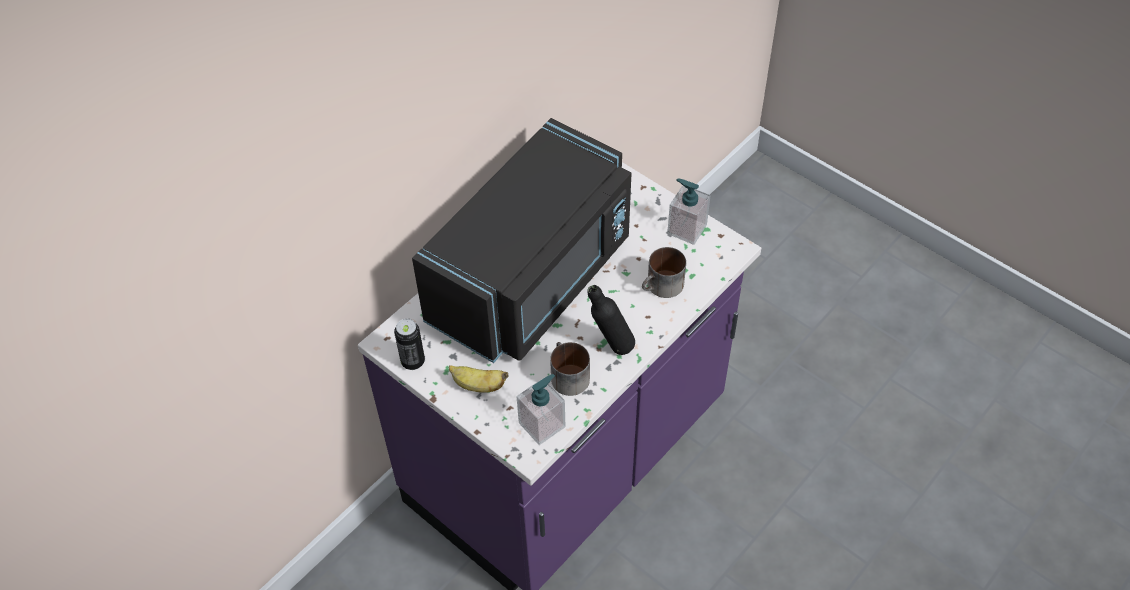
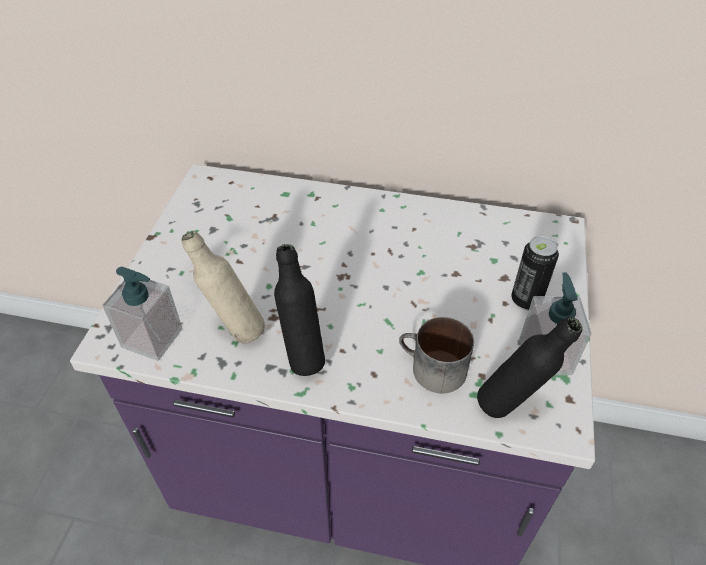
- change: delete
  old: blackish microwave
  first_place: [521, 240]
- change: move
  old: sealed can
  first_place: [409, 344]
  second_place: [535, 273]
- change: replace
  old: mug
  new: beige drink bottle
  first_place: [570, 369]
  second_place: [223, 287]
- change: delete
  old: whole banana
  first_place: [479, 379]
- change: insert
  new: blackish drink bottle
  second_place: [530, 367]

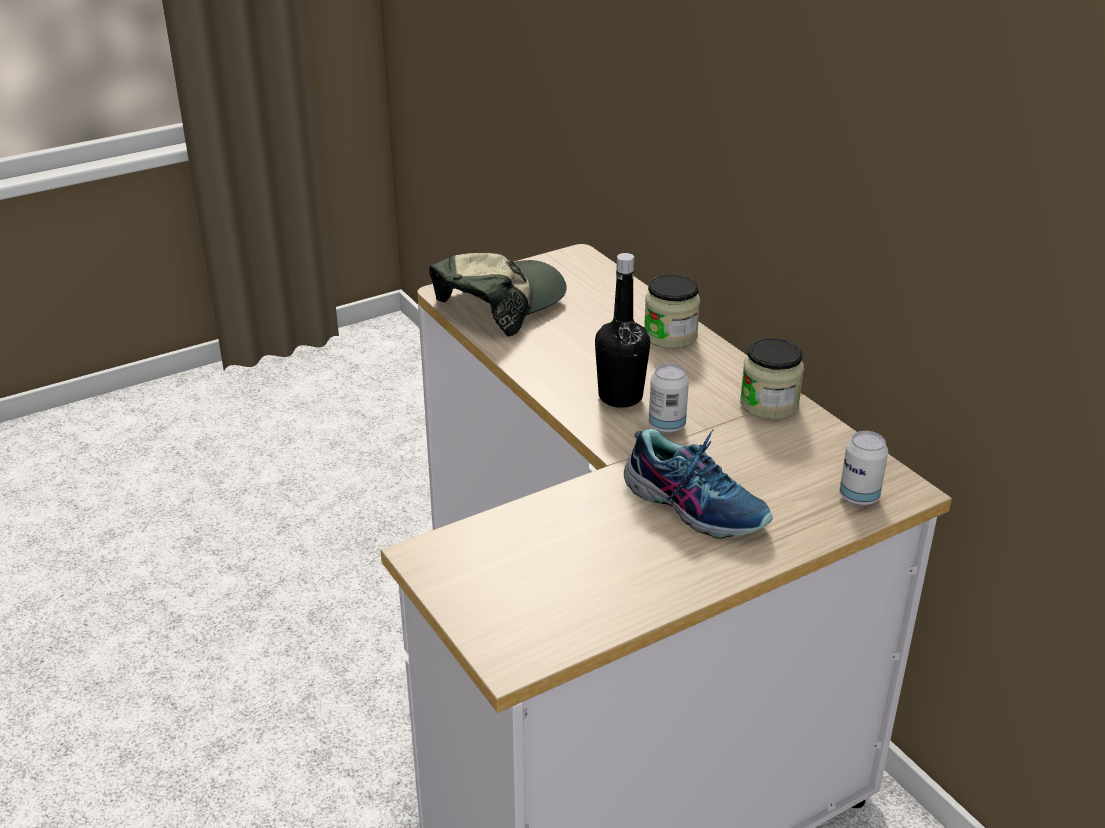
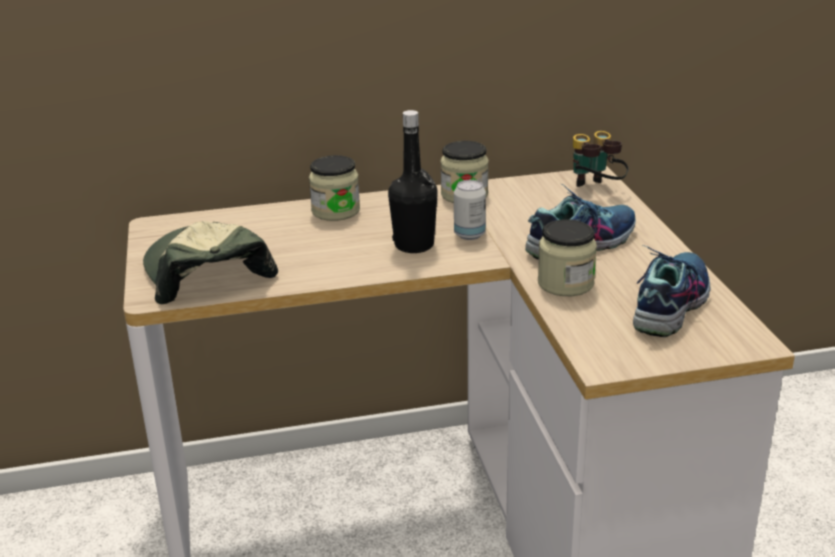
- change: replace
  old: sealed can
  new: field glasses
  first_place: [864, 468]
  second_place: [601, 159]
- change: insert
  new: preserve jar
  second_place: [567, 257]
- change: insert
  new: item of footwear
  second_place: [671, 291]

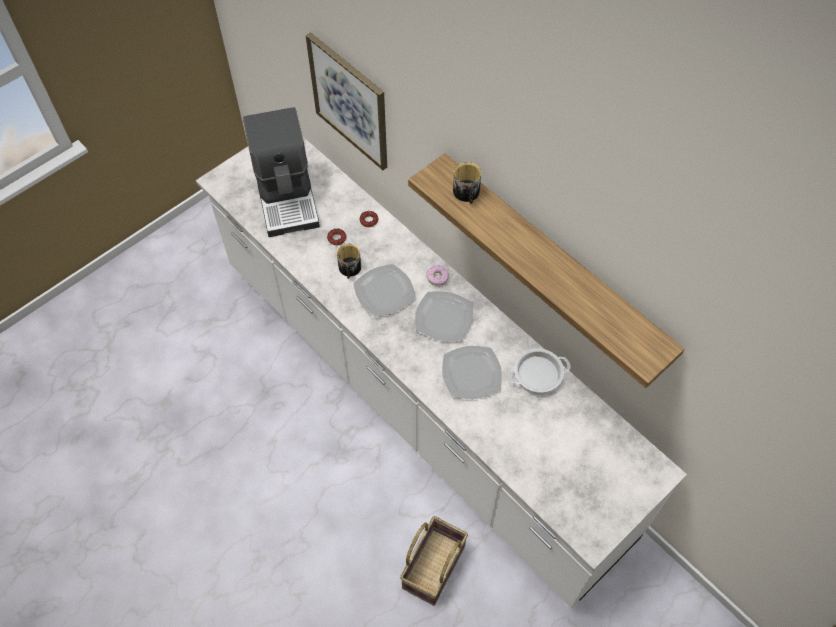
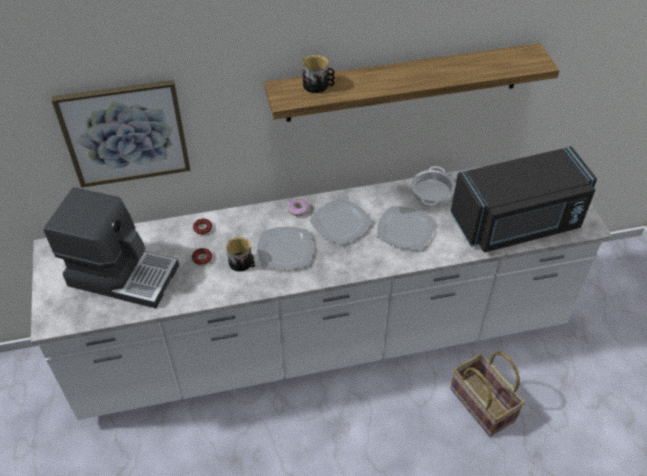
- change: insert
  new: blackish microwave
  second_place: [524, 199]

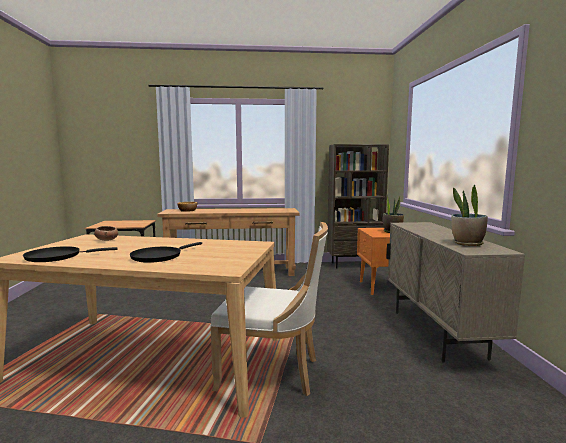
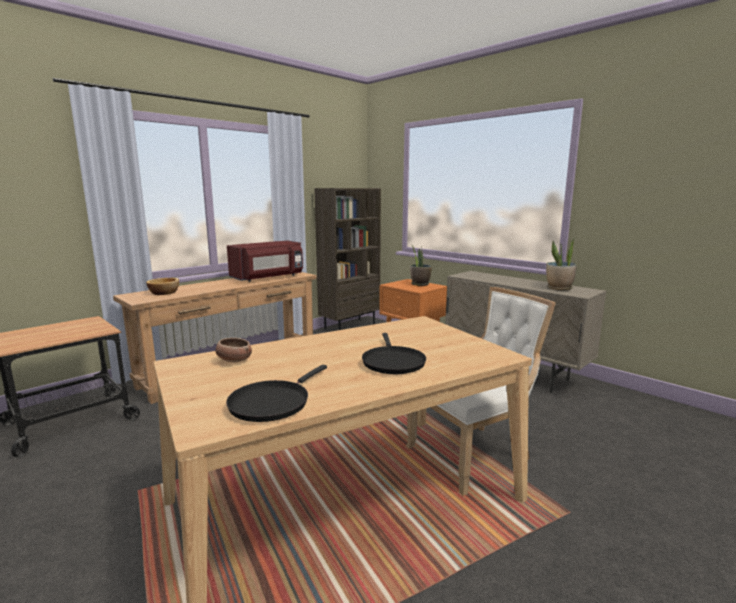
- change: insert
  new: red-coloured microwave
  second_place: [265, 261]

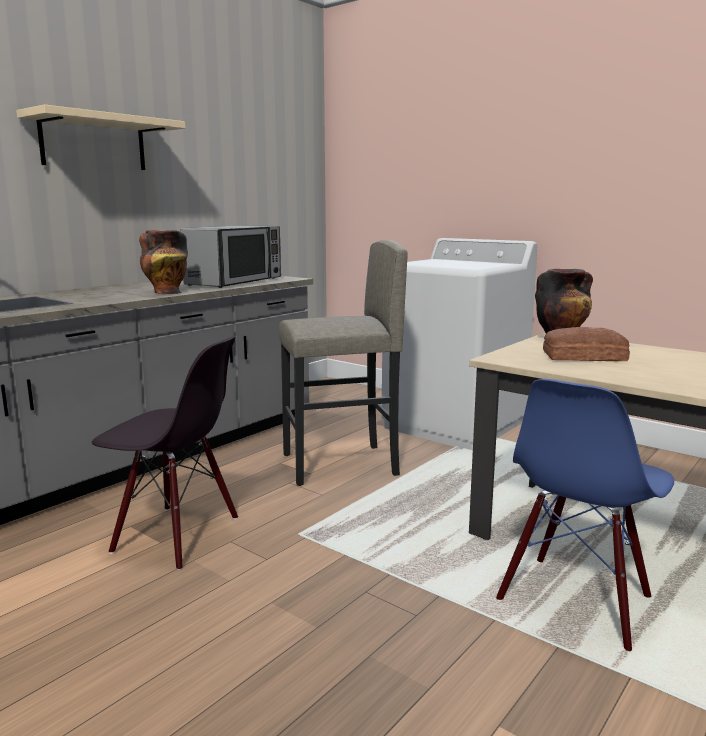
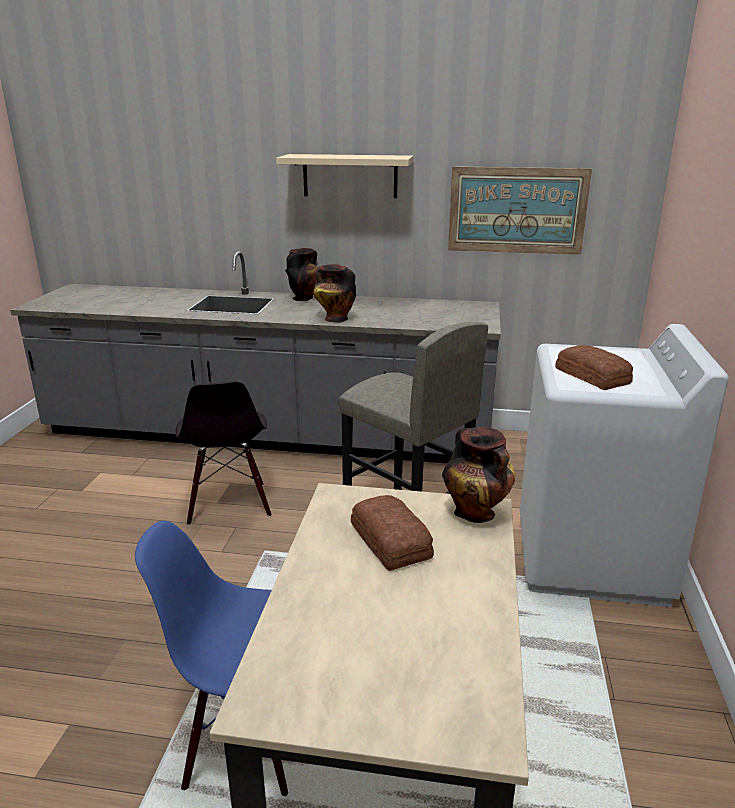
- change: delete
  old: microwave
  first_place: [230, 256]
- change: insert
  new: wall picture
  second_place: [520, 210]
- change: insert
  new: decorative vase
  second_place: [302, 274]
- change: insert
  new: bakery bread
  second_place: [594, 367]

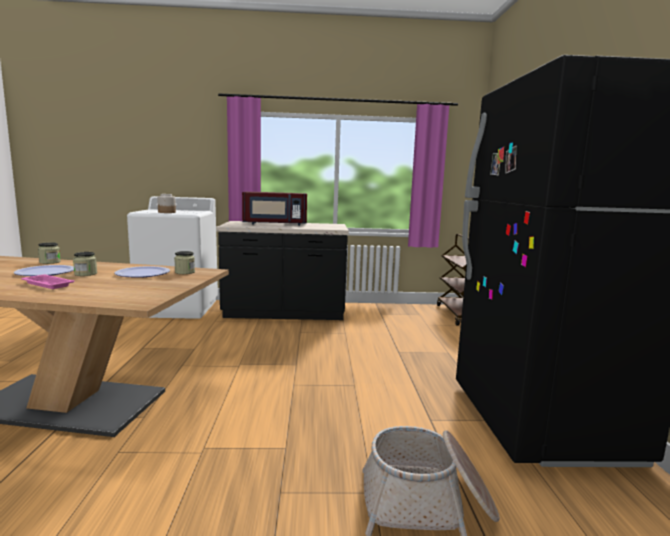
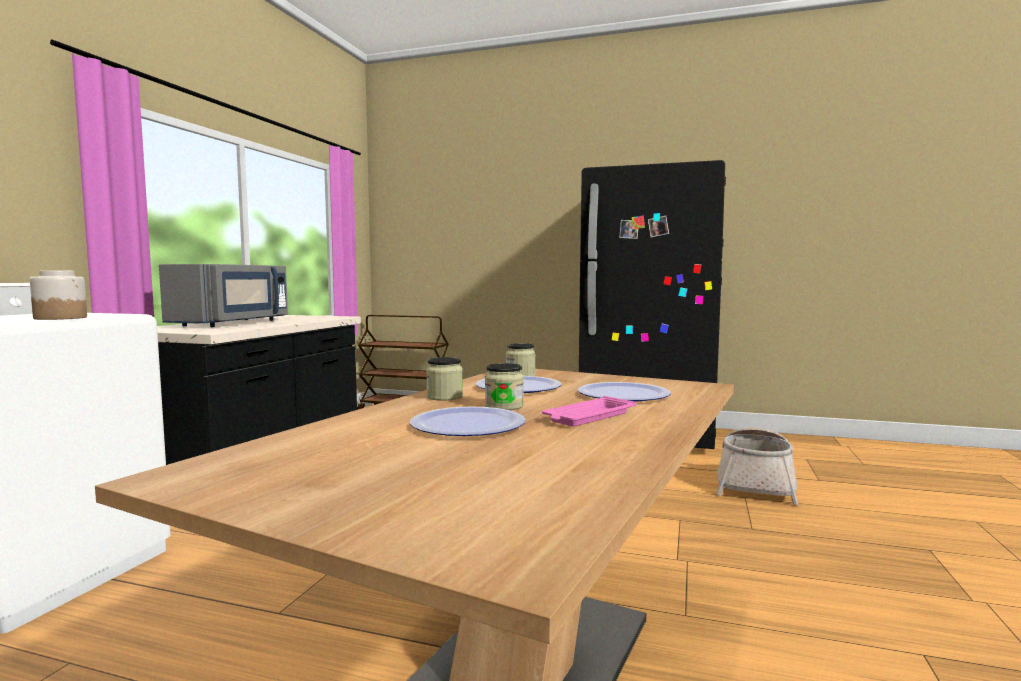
- change: recolor
  old: red-coloured microwave
  new: grey microwave
  first_place: [274, 209]
  second_place: [223, 295]
- change: move
  old: preserve jar
  first_place: [49, 253]
  second_place: [444, 379]
- change: insert
  new: plate
  second_place: [624, 392]

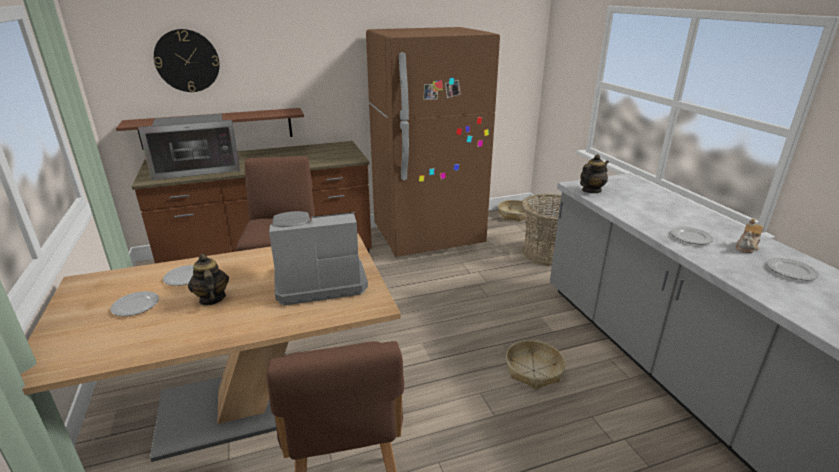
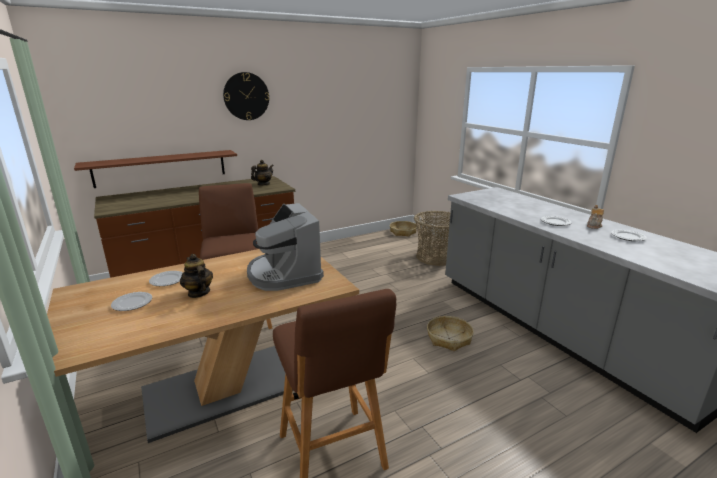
- change: delete
  old: brownish fridge
  first_place: [433, 142]
- change: move
  old: wall clock
  first_place: [187, 60]
  second_place: [246, 96]
- change: delete
  old: microwave
  first_place: [189, 147]
- change: move
  old: teapot
  first_place: [594, 173]
  second_place: [262, 172]
- change: rotate
  old: coffee maker
  first_place: [318, 258]
  second_place: [285, 247]
  degrees: -90

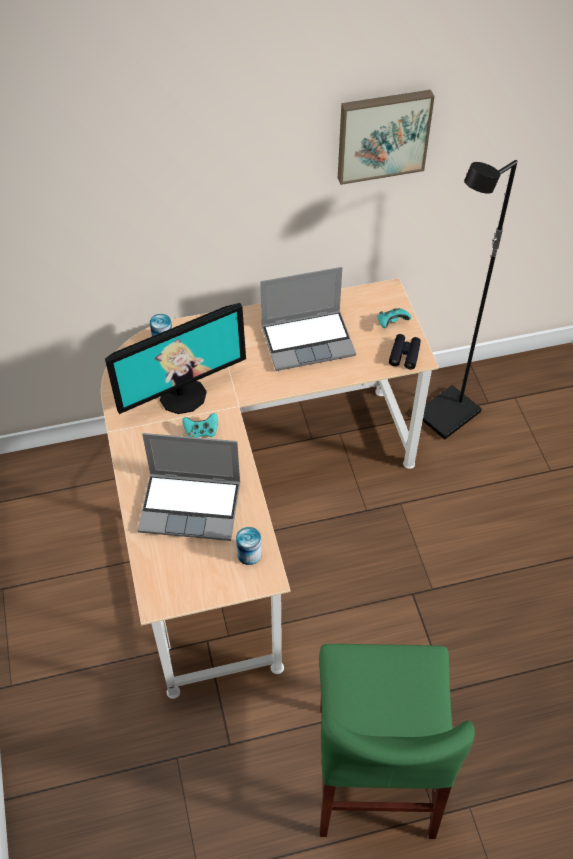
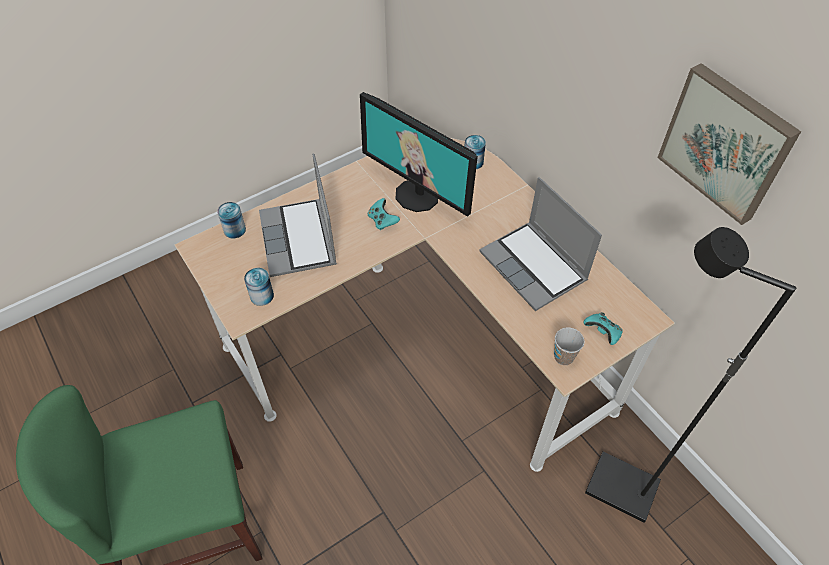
- change: replace
  old: blackish field glasses
  new: small cup
  first_place: [405, 351]
  second_place: [569, 346]
- change: insert
  new: sealed can
  second_place: [231, 220]

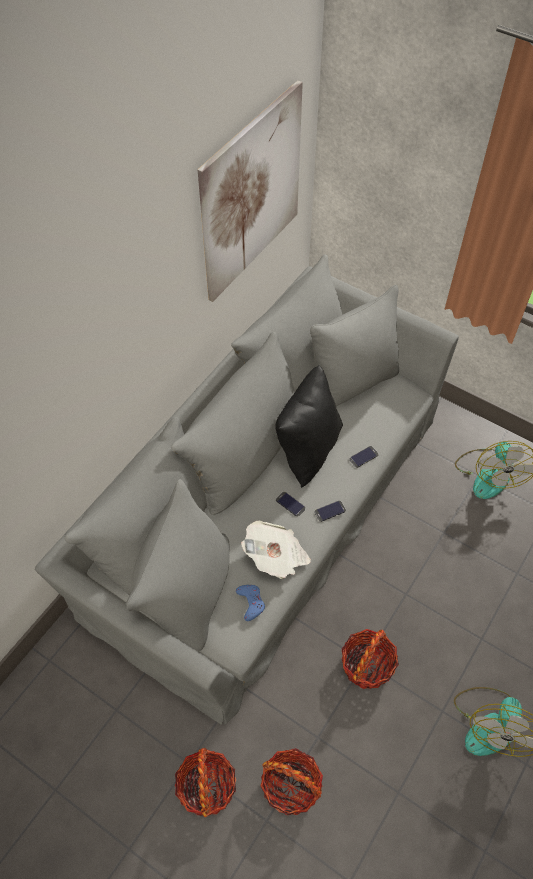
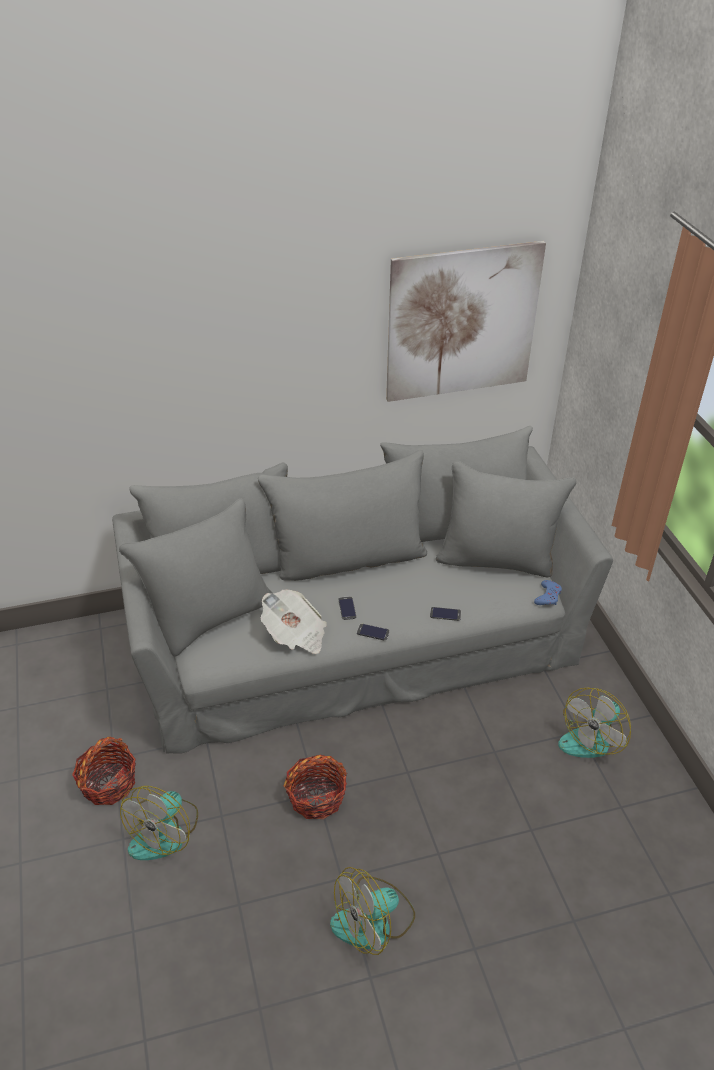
- change: delete
  old: blackish cushion
  first_place: [309, 426]
- change: move
  old: bluish game controller
  first_place: [250, 603]
  second_place: [548, 592]
- change: replace
  old: basket
  new: fan
  first_place: [292, 781]
  second_place: [159, 823]

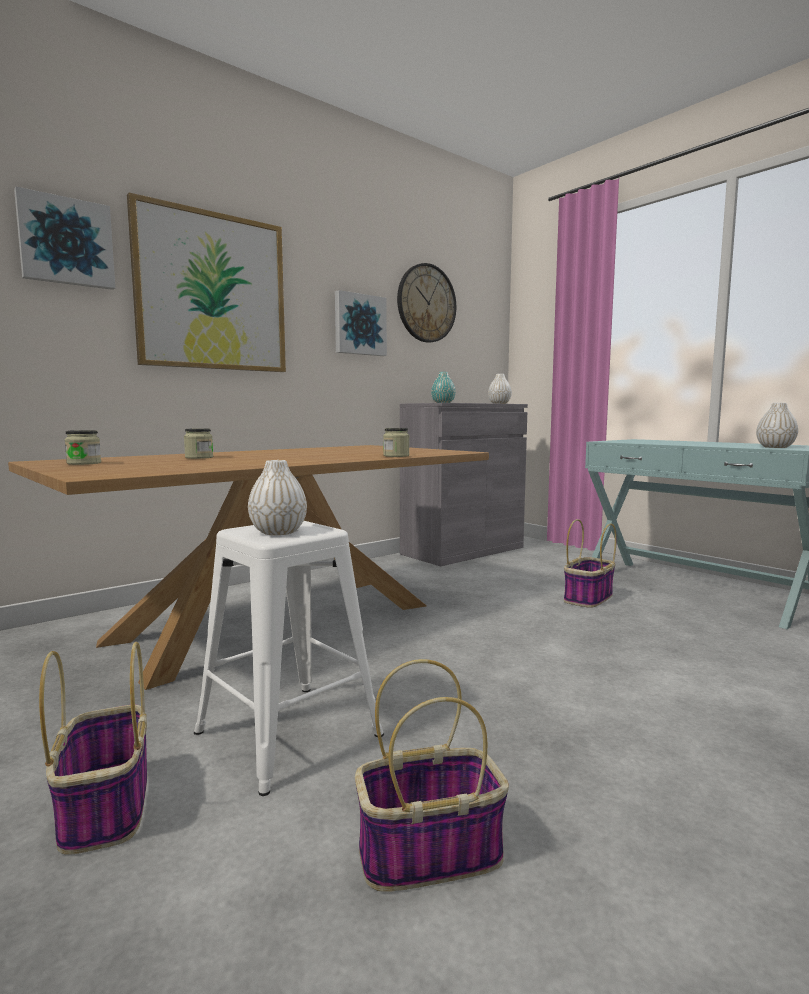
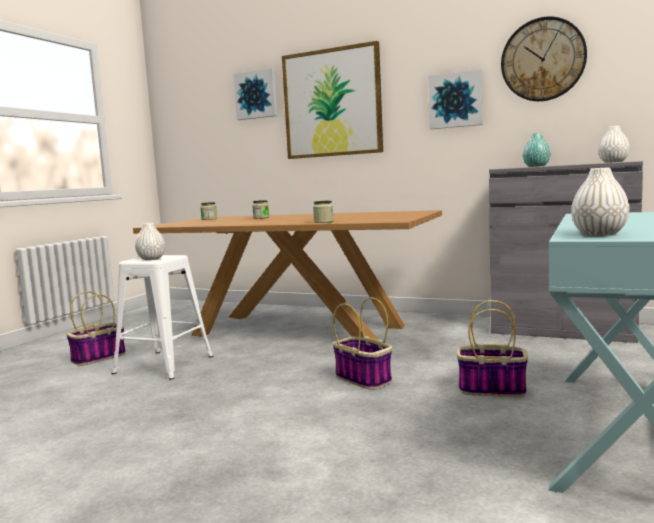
- change: move
  old: basket
  first_place: [432, 775]
  second_place: [362, 343]

